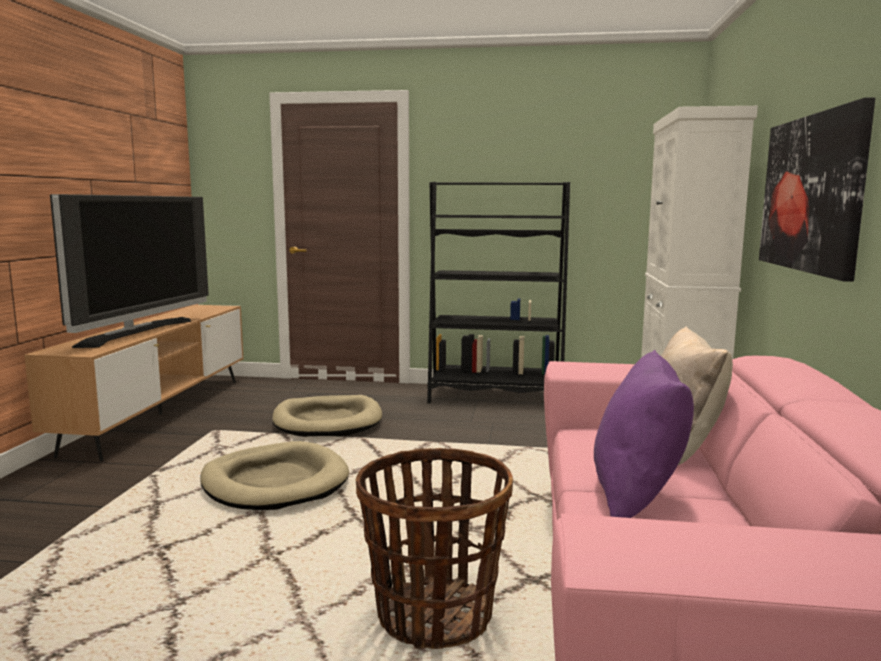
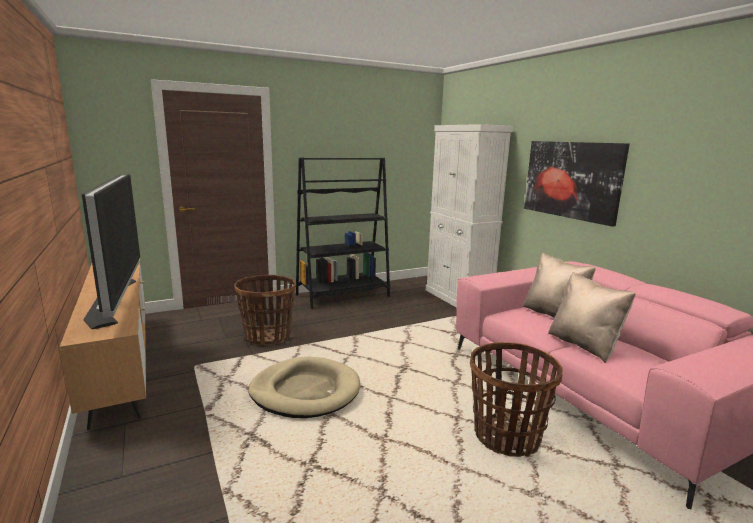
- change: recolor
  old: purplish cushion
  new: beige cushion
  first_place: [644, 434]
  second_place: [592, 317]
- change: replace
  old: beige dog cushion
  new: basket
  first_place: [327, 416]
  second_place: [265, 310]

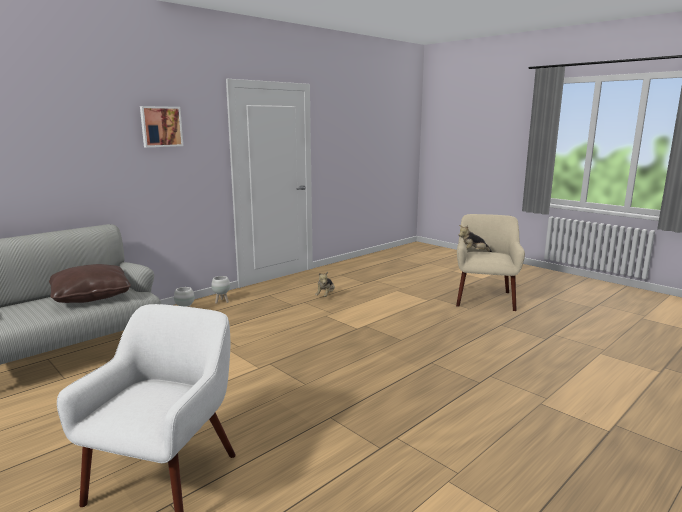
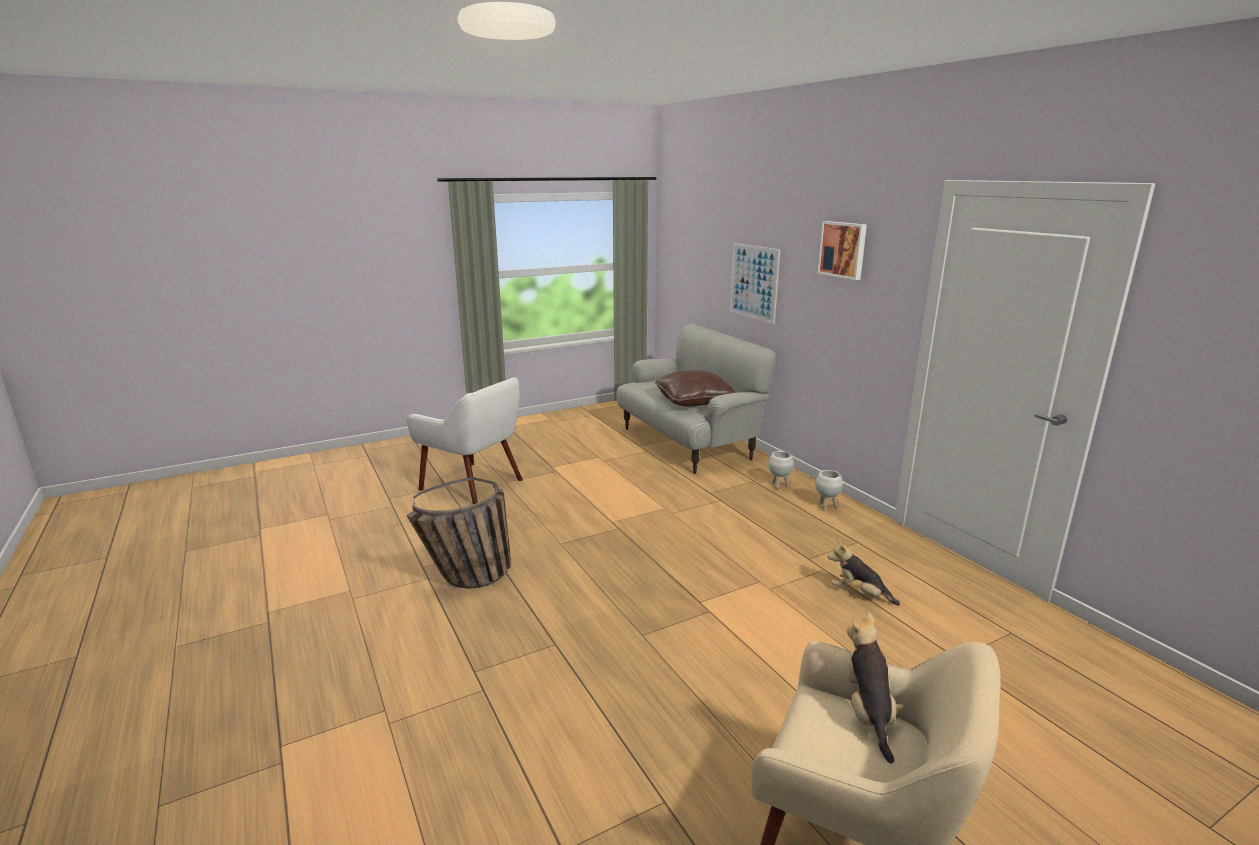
- change: insert
  new: wall picture
  second_place: [755, 283]
- change: insert
  new: basket
  second_place: [458, 532]

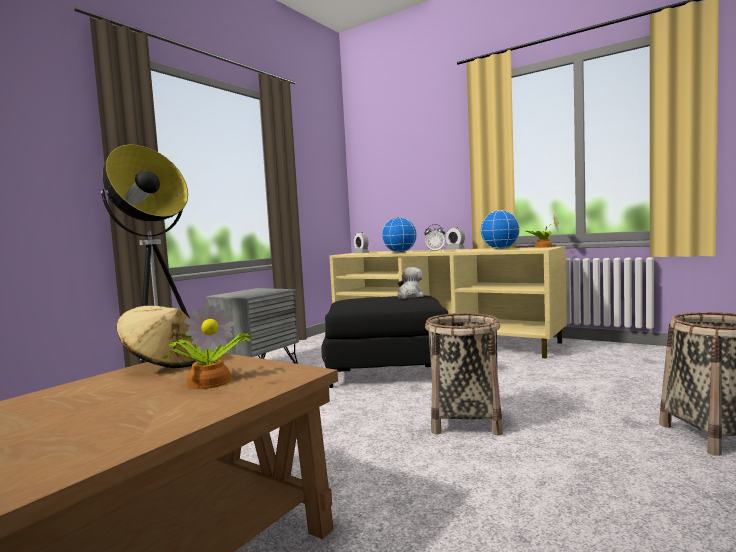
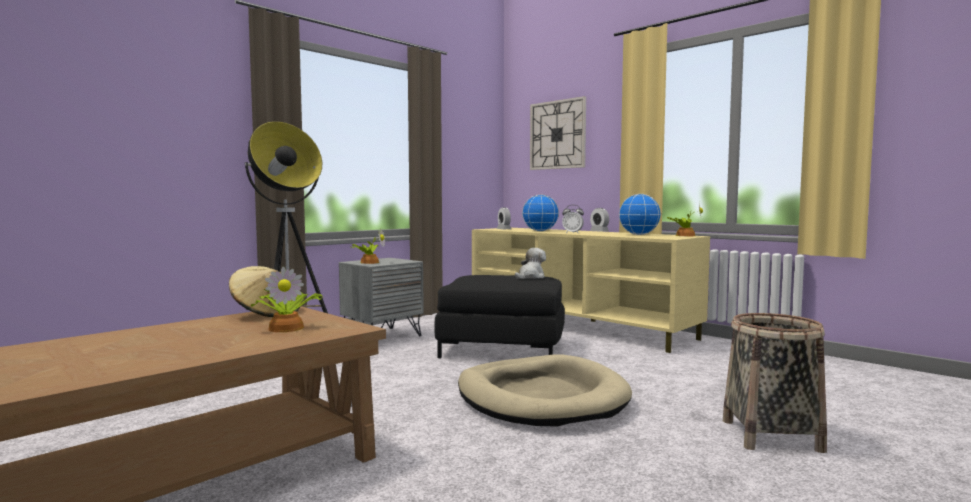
- change: replace
  old: basket
  new: beige dog cushion
  first_place: [464, 374]
  second_place: [545, 390]
- change: insert
  new: wall clock
  second_place: [558, 133]
- change: insert
  new: houseplant
  second_place: [368, 246]

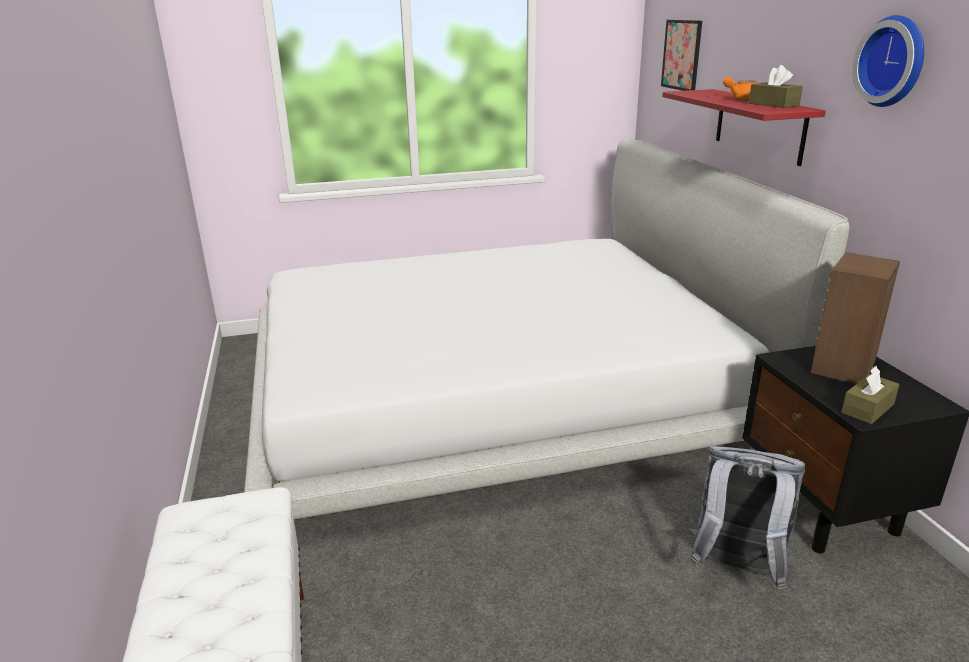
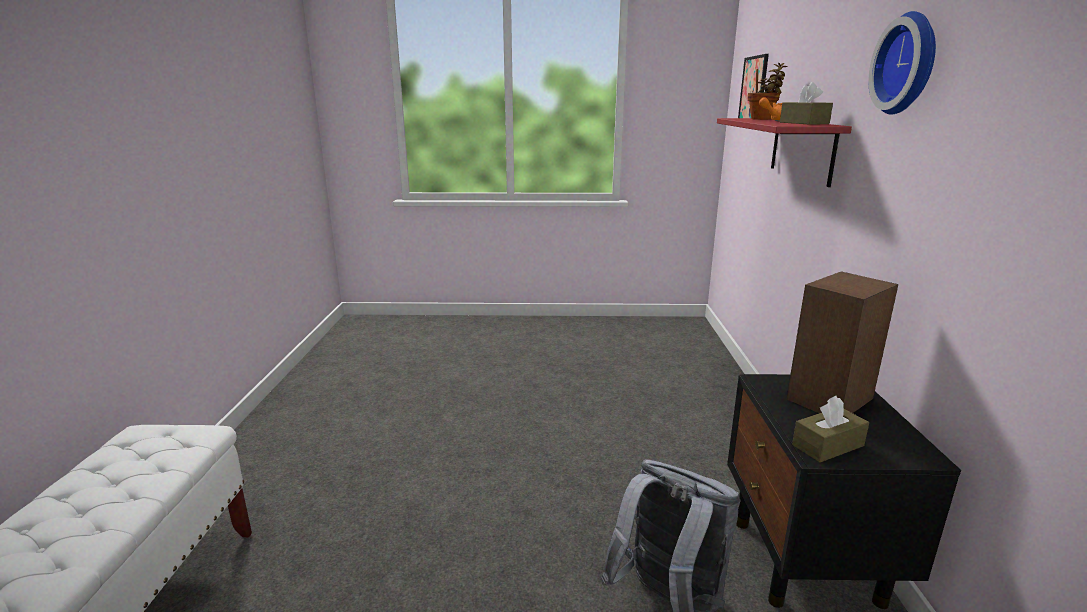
- change: delete
  old: white sleeping bed
  first_place: [546, 329]
- change: insert
  new: houseplant
  second_place: [768, 91]

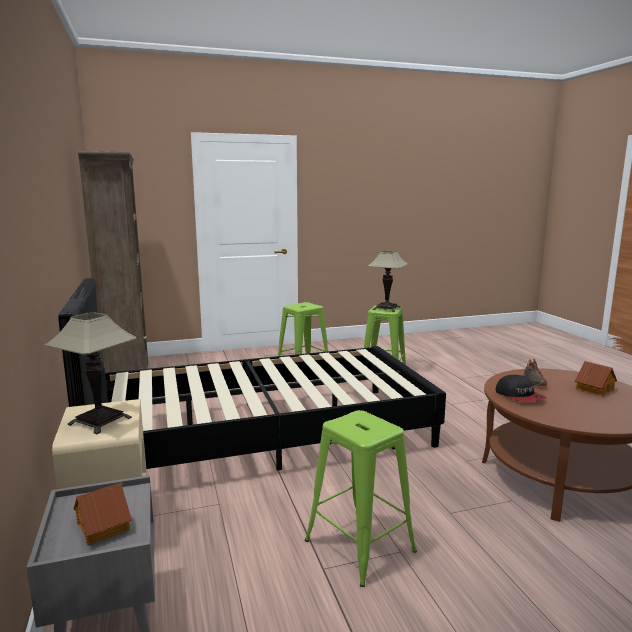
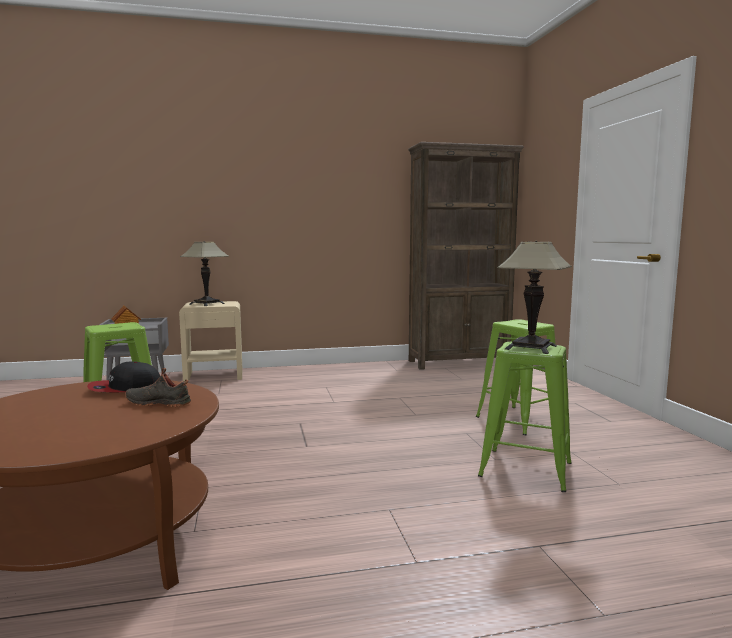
- change: delete
  old: blackish sleeping bed
  first_place: [252, 374]
- change: delete
  old: model house
  first_place: [596, 378]

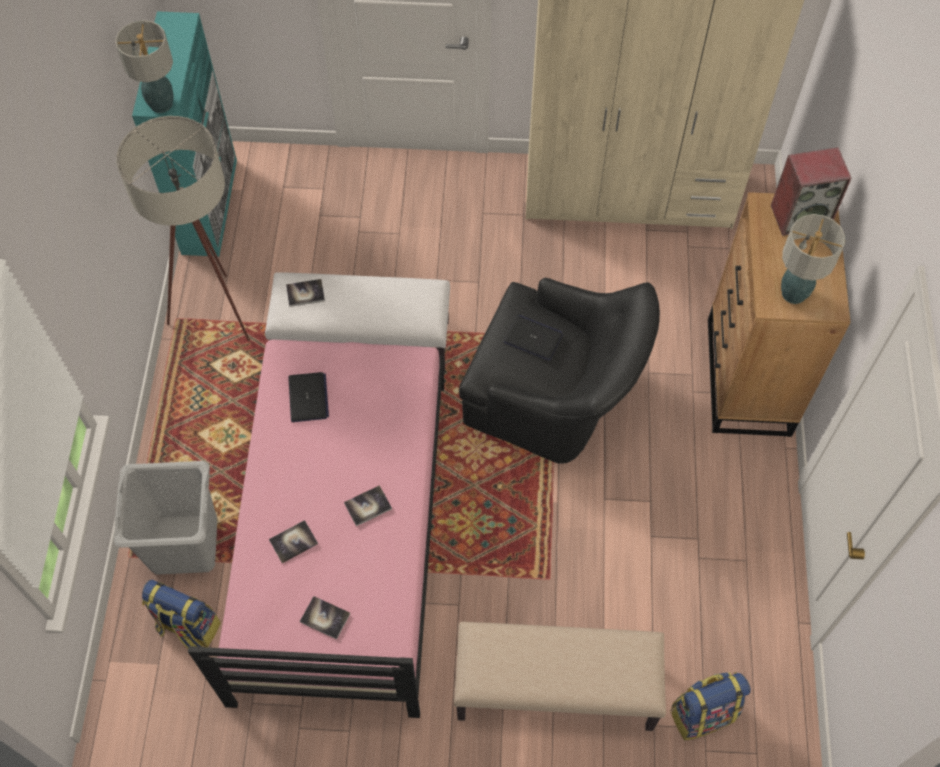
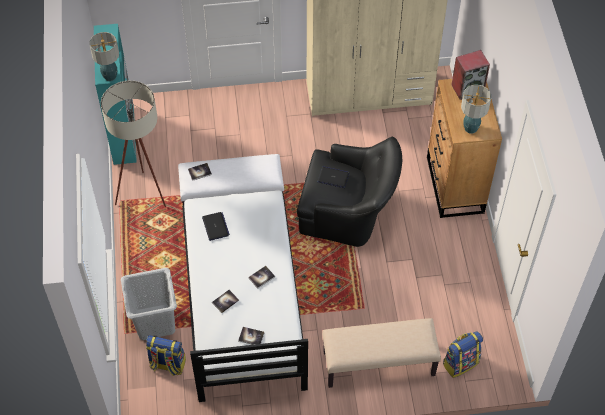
- change: recolor
  old: pinkish sleeping bed
  new: white sleeping bed
  first_place: [316, 528]
  second_place: [245, 296]

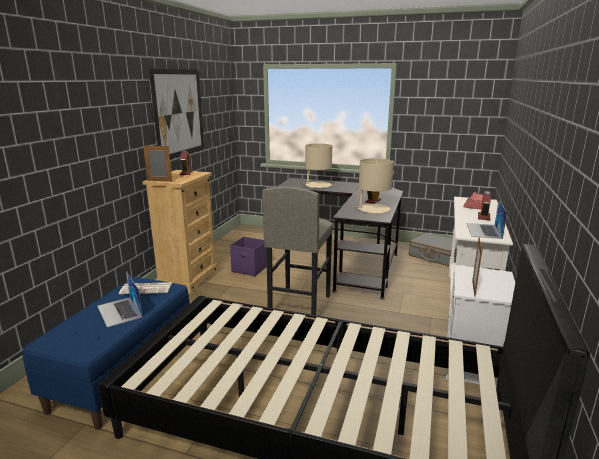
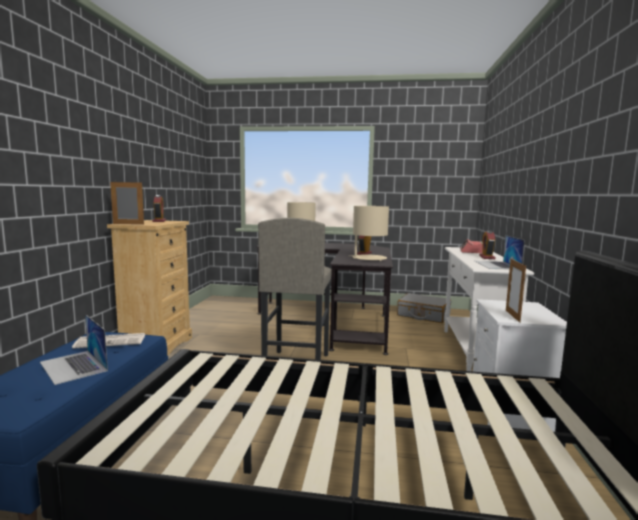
- change: delete
  old: wall picture
  first_place: [176, 113]
- change: delete
  old: purplish storage box
  first_place: [248, 256]

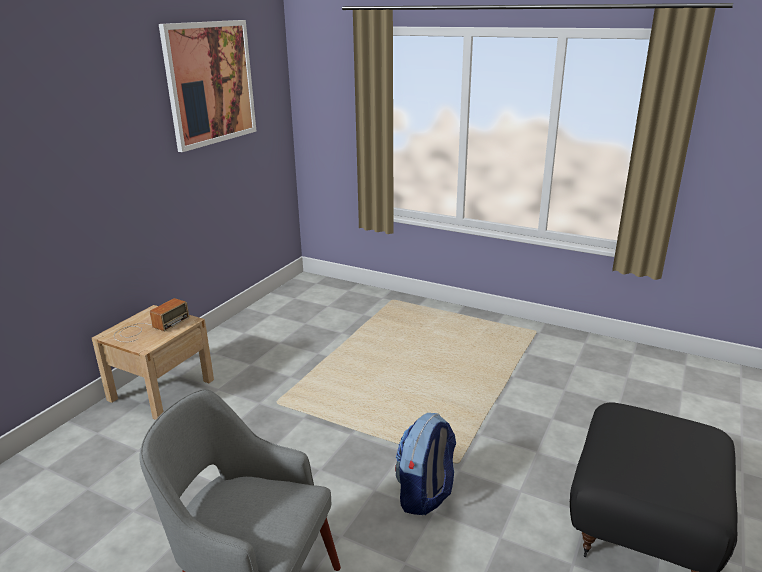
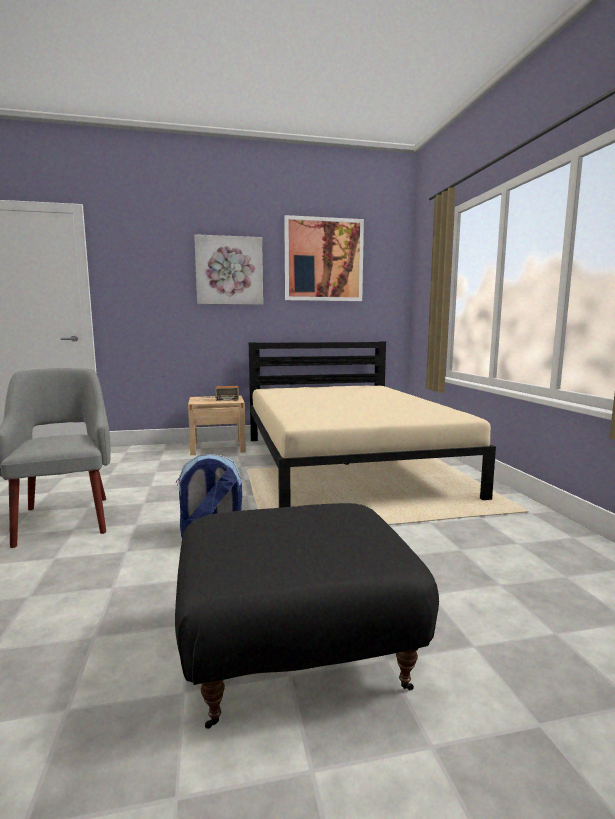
- change: insert
  new: wall picture
  second_place: [228, 269]
- change: insert
  new: beige sleeping bed
  second_place: [372, 425]

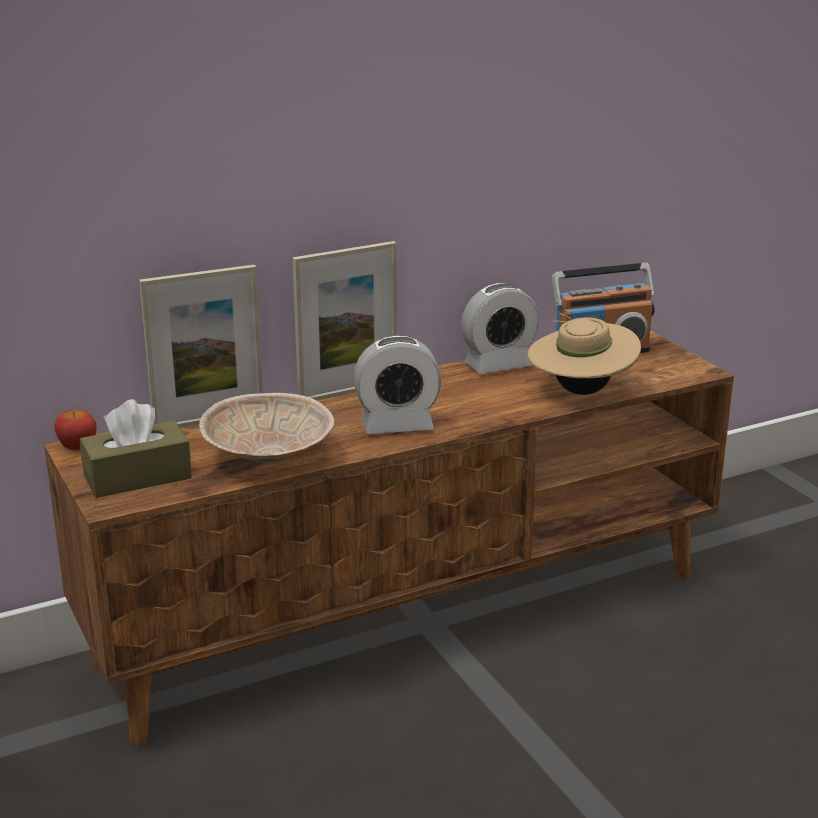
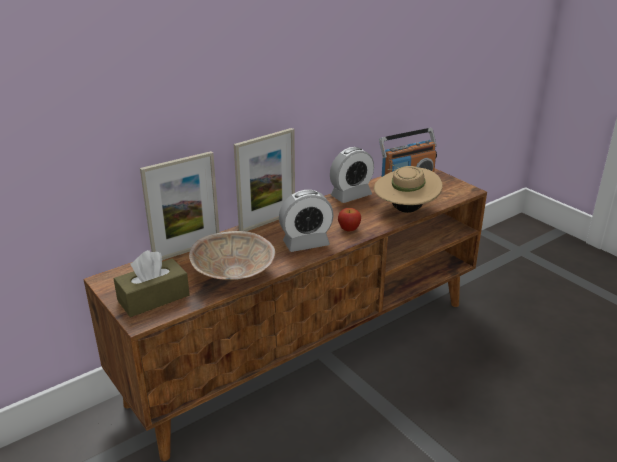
- change: move
  old: apple
  first_place: [75, 430]
  second_place: [349, 220]

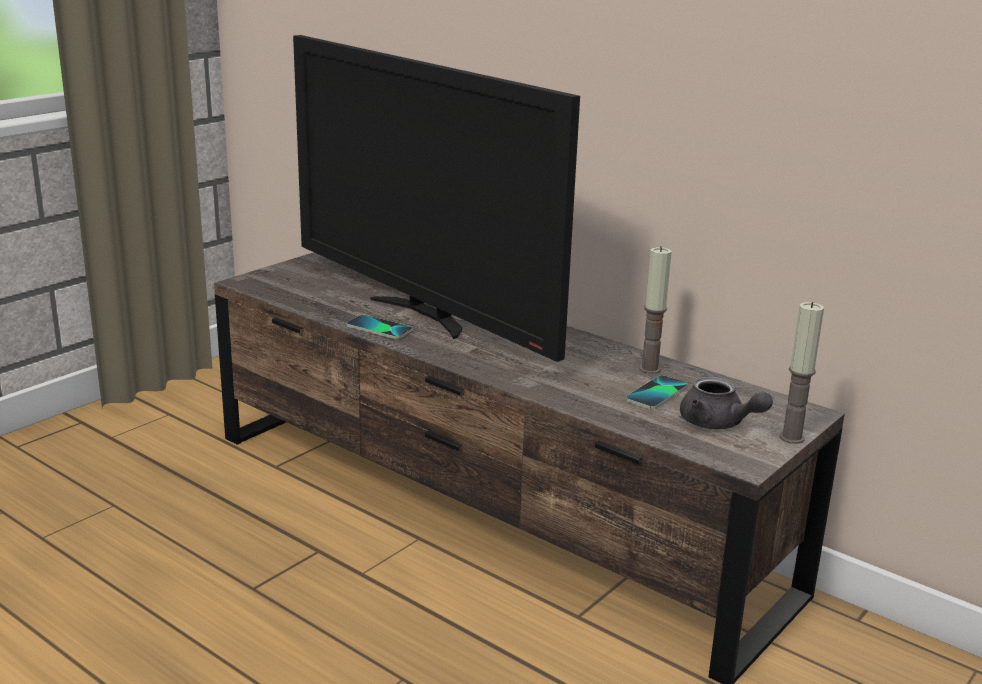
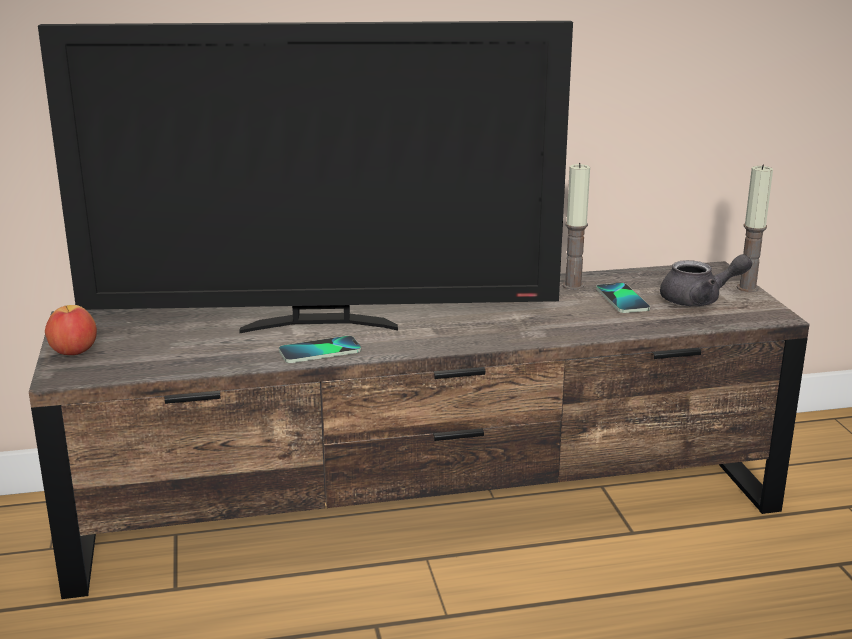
- change: insert
  new: apple
  second_place: [71, 330]

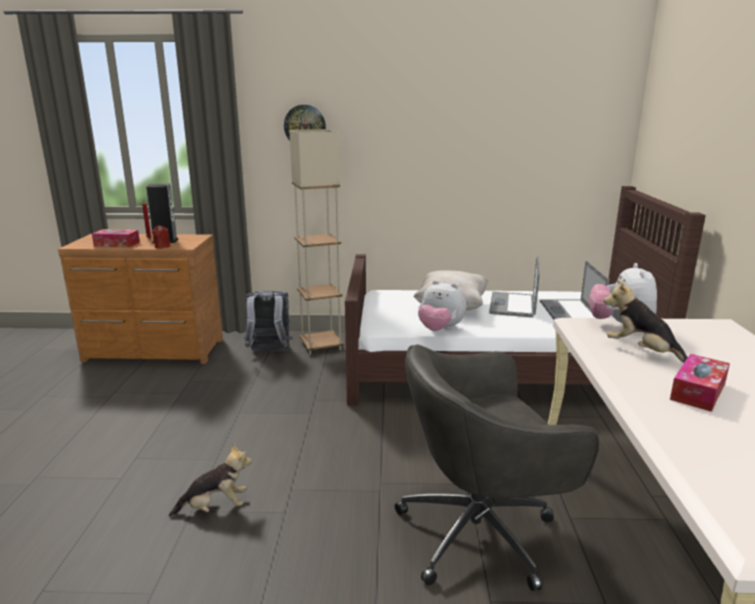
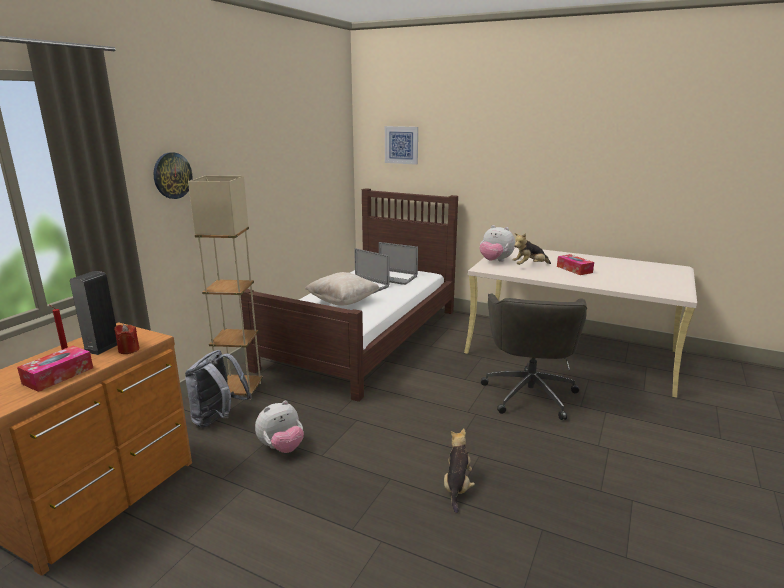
- change: move
  old: plush toy
  first_place: [442, 305]
  second_place: [279, 427]
- change: insert
  new: wall picture
  second_place: [401, 145]

